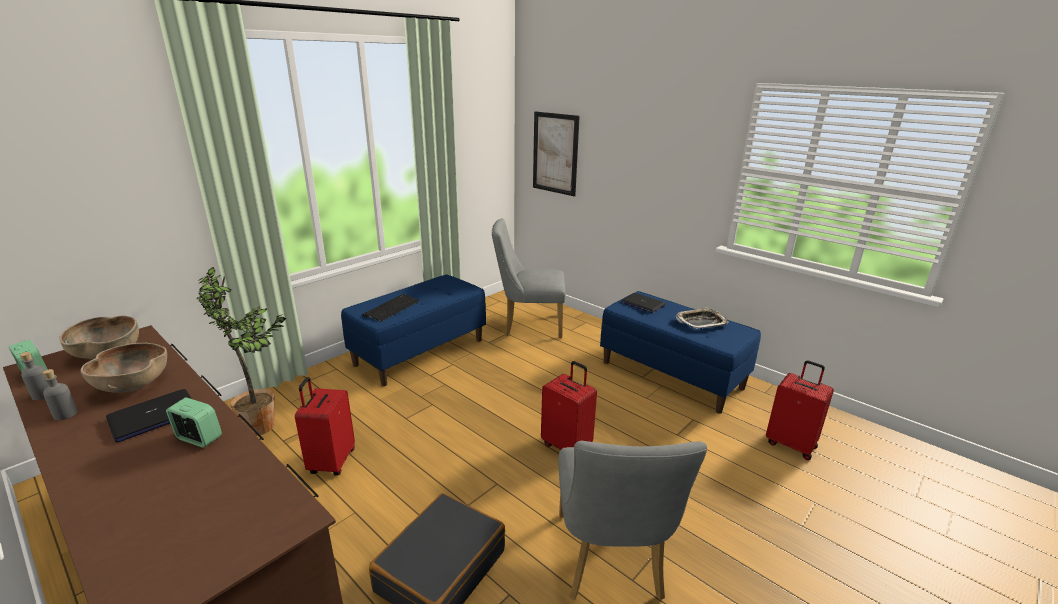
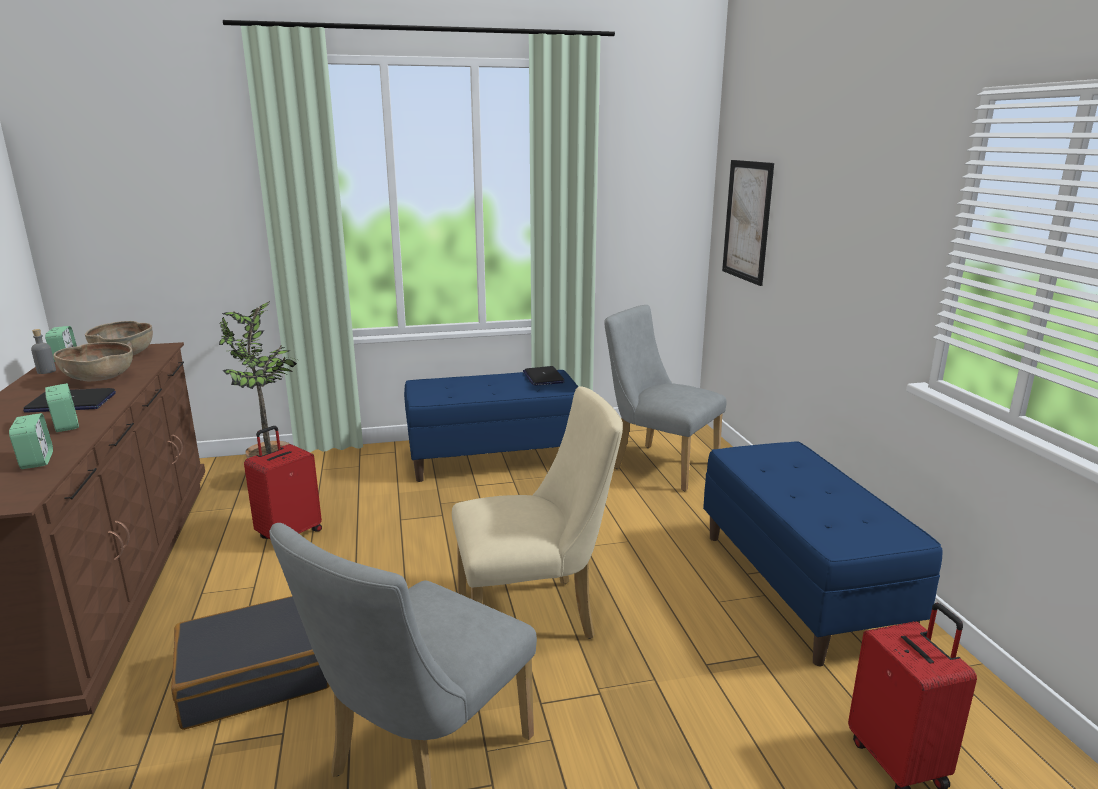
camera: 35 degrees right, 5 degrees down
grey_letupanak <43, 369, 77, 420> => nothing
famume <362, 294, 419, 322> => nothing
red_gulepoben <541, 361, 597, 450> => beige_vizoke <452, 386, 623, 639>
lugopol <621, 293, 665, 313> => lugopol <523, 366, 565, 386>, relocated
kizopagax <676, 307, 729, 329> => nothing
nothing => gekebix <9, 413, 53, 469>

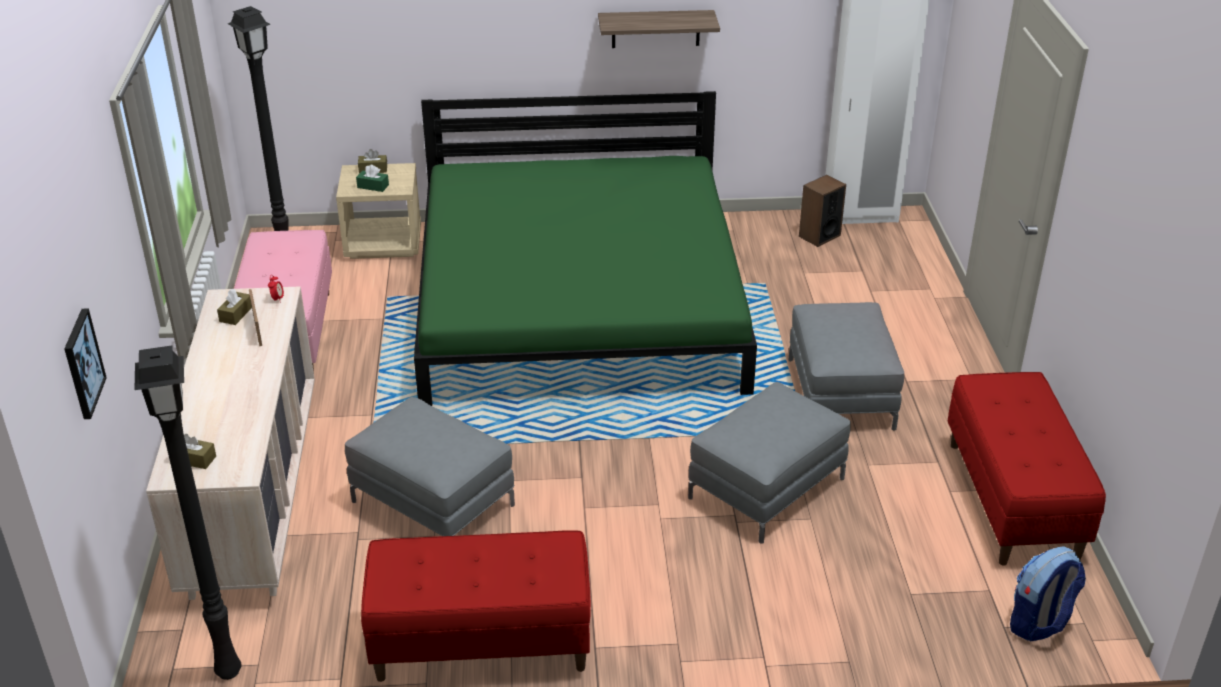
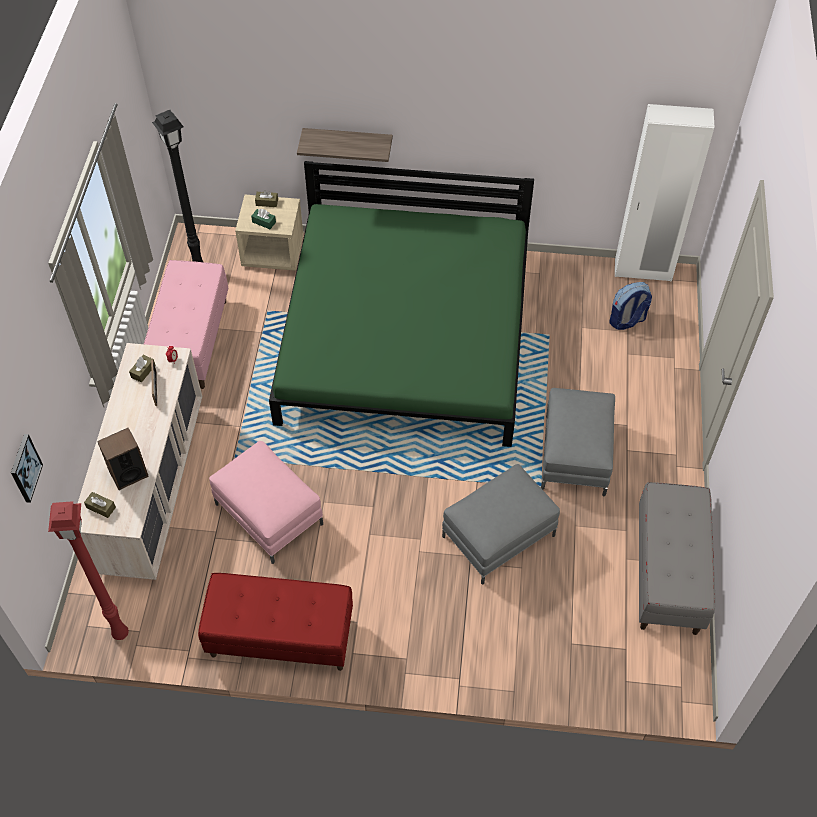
camera: 10 degrees right, 20 degrees up
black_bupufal <135, 346, 242, 680> => red_bupufal <48, 501, 129, 640>
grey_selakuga <345, 397, 515, 536> => pink_selakuga <209, 441, 323, 564>
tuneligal <598, 10, 720, 48> => tuneligal <297, 128, 393, 162>, relocated
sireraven <799, 175, 846, 247> => sireraven <97, 428, 149, 490>, relocated
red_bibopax <948, 372, 1106, 566> => grey_bibopax <639, 482, 716, 635>
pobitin <1010, 546, 1086, 641> => pobitin <609, 282, 652, 330>, relocated

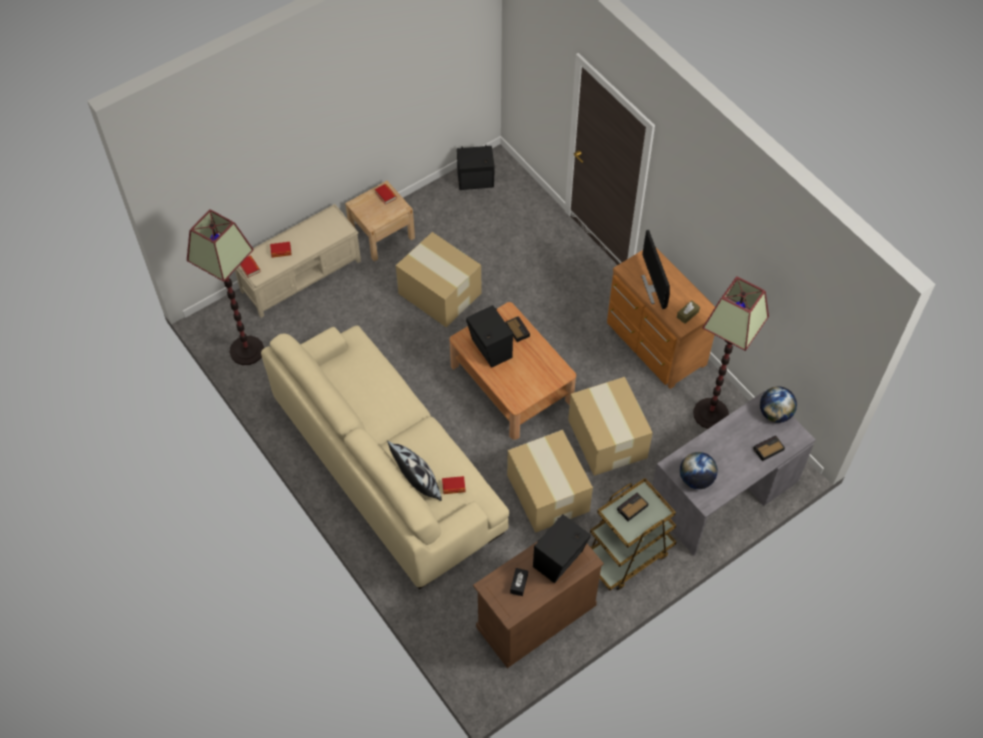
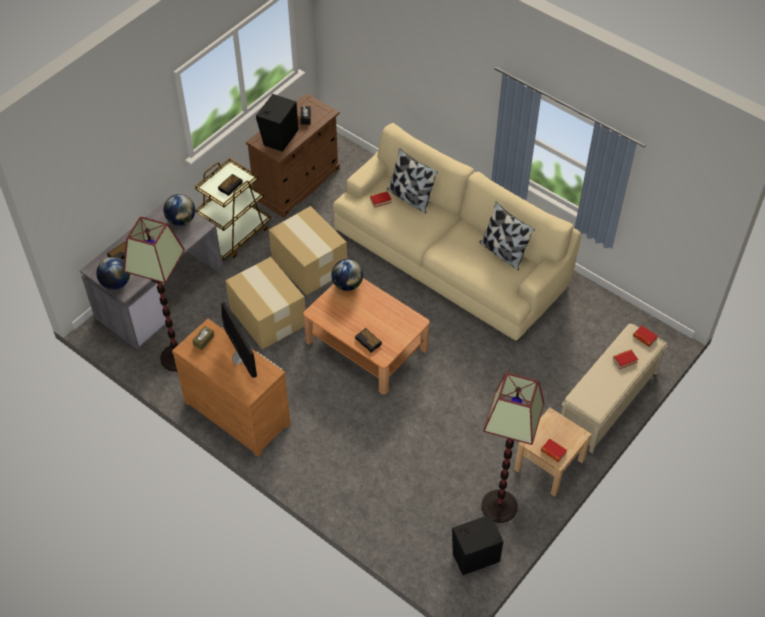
camera: 165 degrees right, 5 degrees down
bupufal <187, 209, 264, 365> => bupufal <481, 372, 544, 523>, relocated
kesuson <396, 232, 482, 327> => nothing
black_sireraven <466, 305, 513, 368> => nothing
nothing => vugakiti <331, 259, 363, 291>
nothing => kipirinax <480, 202, 535, 270>

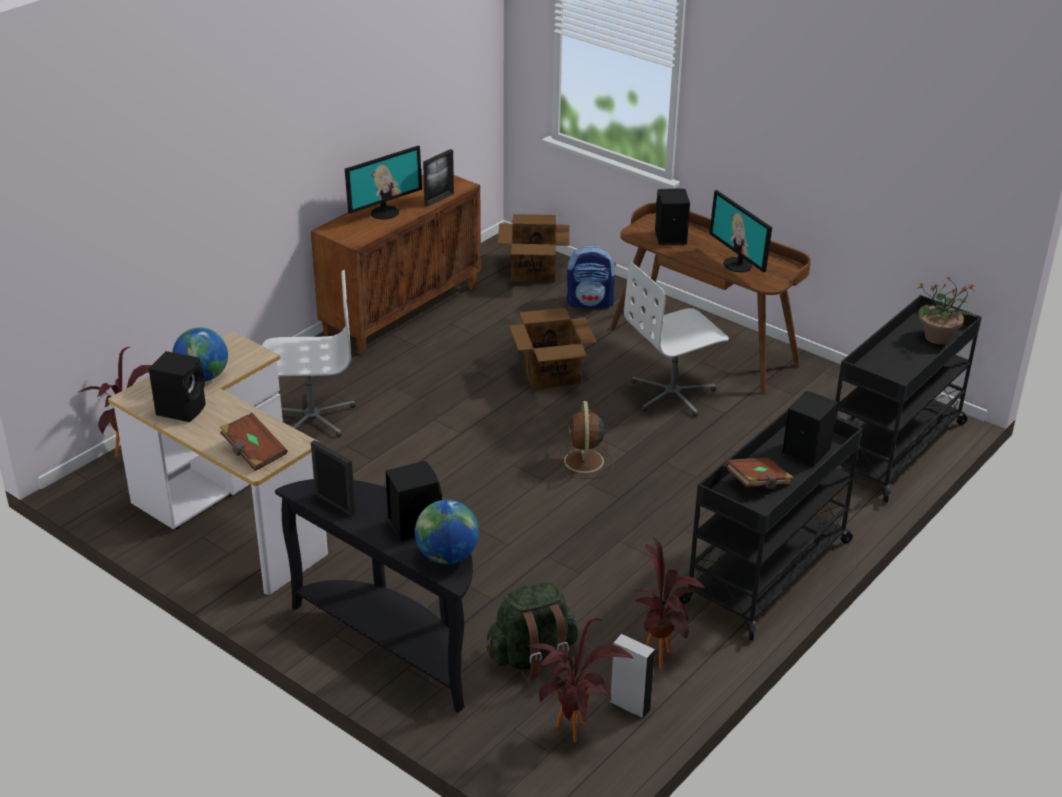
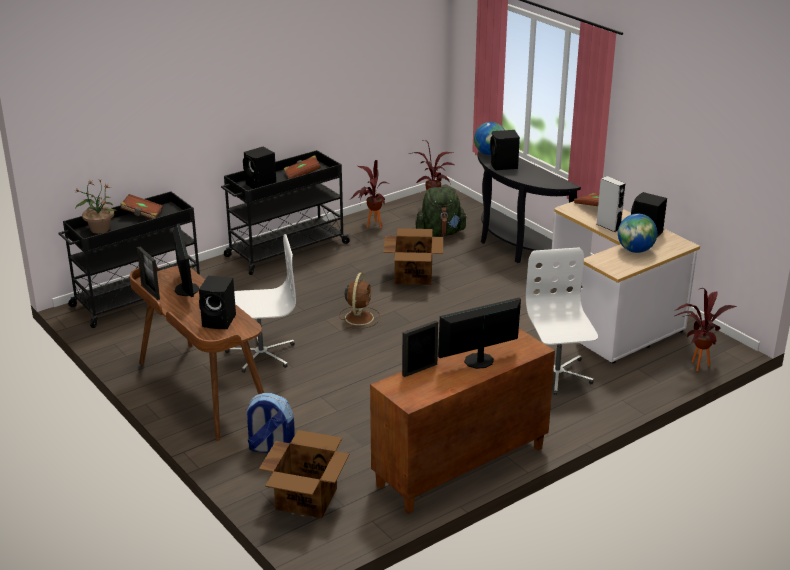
camera: 165 degrees left, 5 degrees down
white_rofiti <262, 270, 356, 437> => white_rofiti <526, 247, 598, 395>, 75 degrees clockwise
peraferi <311, 440, 356, 516> => peraferi <137, 247, 160, 300>, relocated
kesuson <509, 308, 597, 390> => kesuson <383, 228, 443, 285>, relocated
grey_sireraven <609, 634, 655, 719> => grey_sireraven <597, 176, 625, 232>, relocated
nothing => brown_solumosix <120, 194, 163, 219>

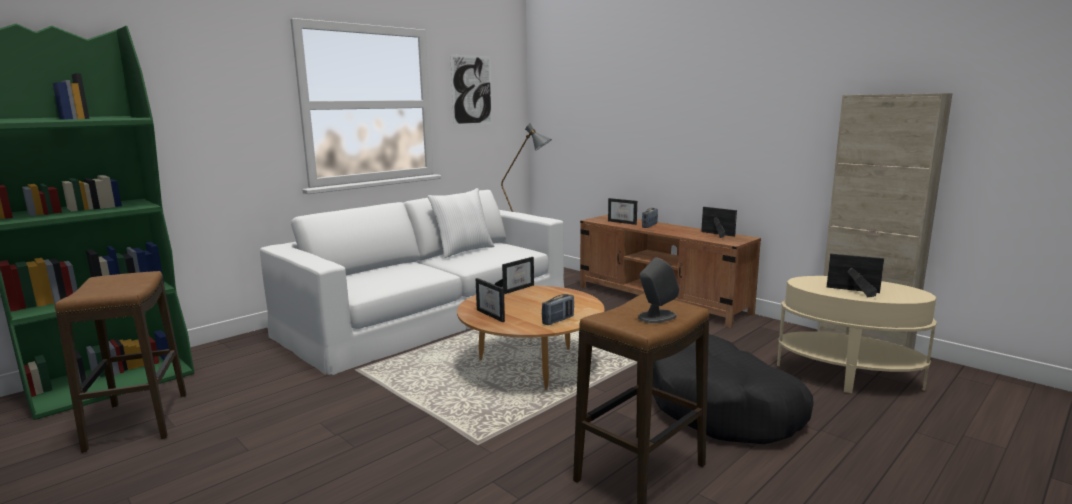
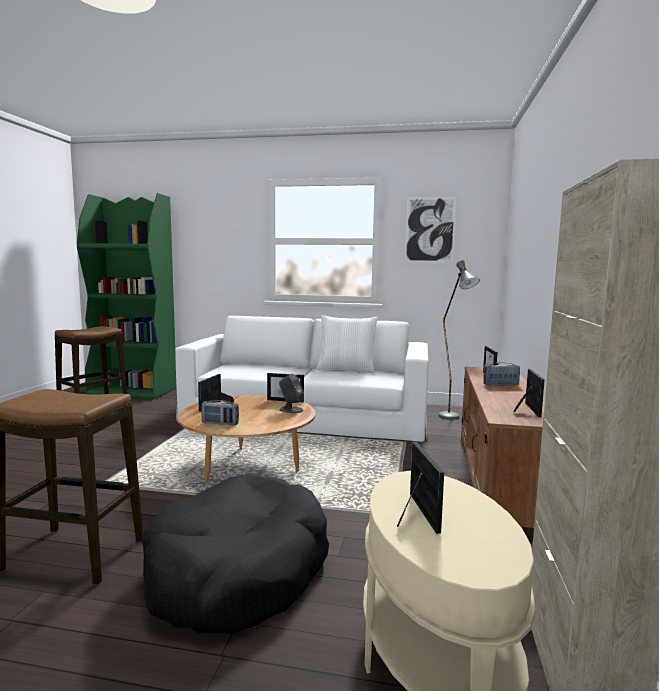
camera: 55 degrees right, 5 degrees down
grey_sireraven <638, 257, 679, 323> => grey_sireraven <279, 374, 304, 413>, relocated

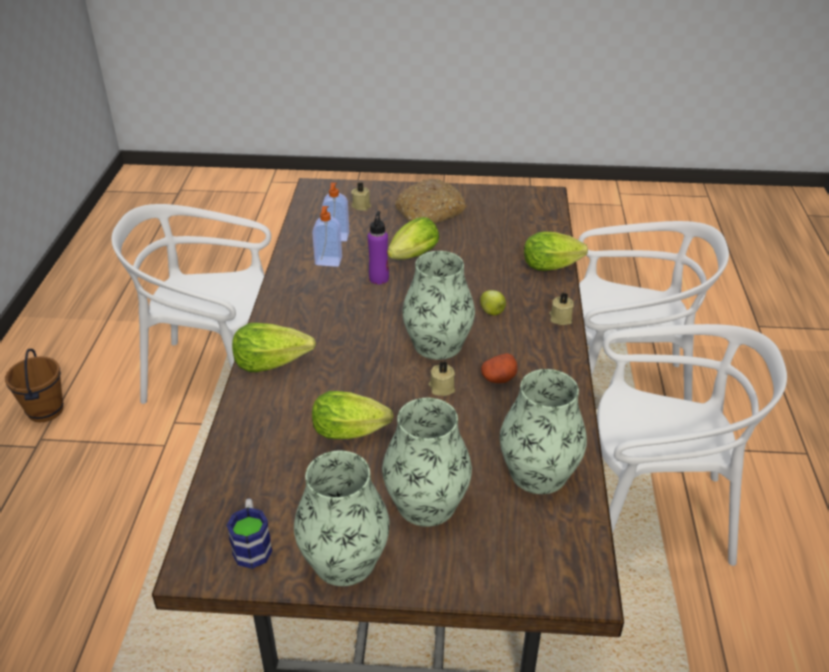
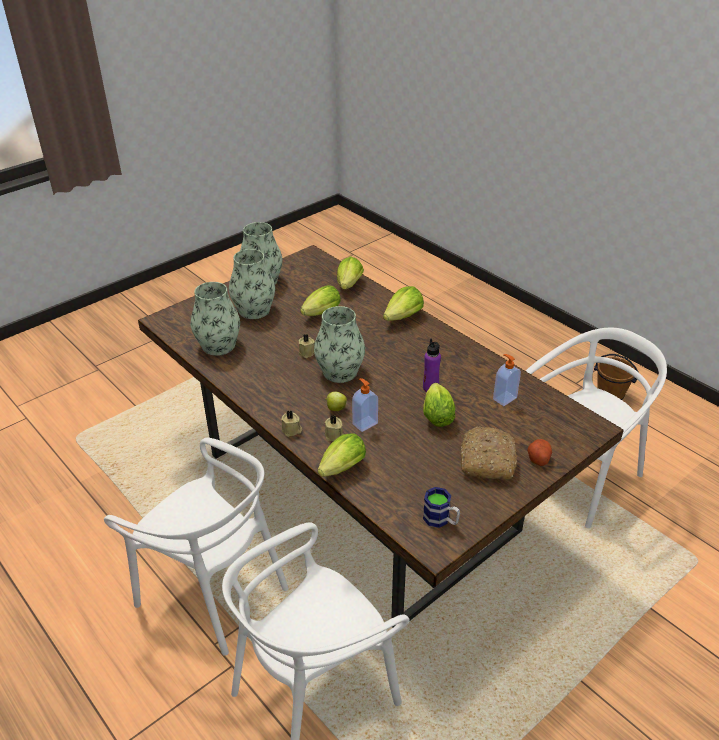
camera: 135 degrees right, 0 degrees up
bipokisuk <226, 498, 273, 569> => bipokisuk <423, 487, 460, 528>, relocated
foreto <312, 206, 342, 267> => foreto <352, 378, 378, 432>, relocated
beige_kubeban <351, 182, 371, 211> => beige_kubeban <325, 415, 344, 441>, relocated
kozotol <481, 353, 518, 383> => kozotol <527, 439, 552, 466>, relocated
white_vizoke <597, 324, 787, 566> => white_vizoke <104, 438, 288, 656>, 105 degrees counterclockwise
nothing => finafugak <337, 257, 364, 289>

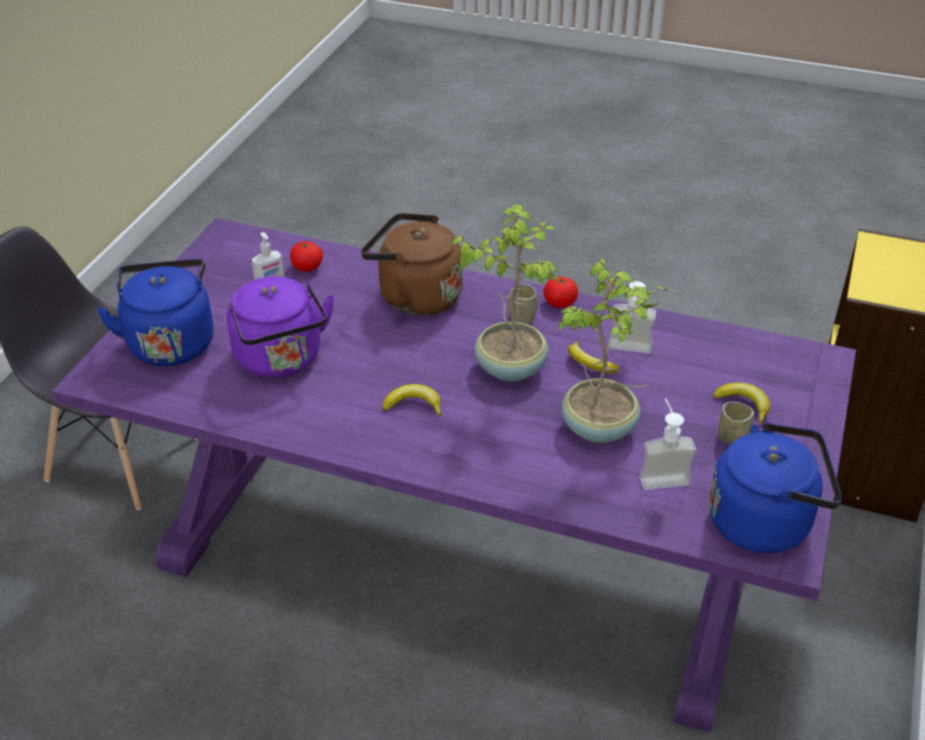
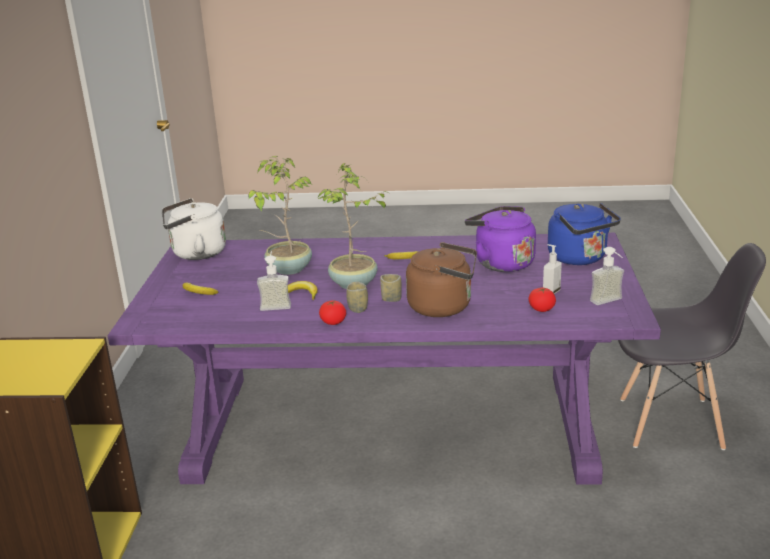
camera: 165 degrees right, 15 degrees down
foreto <639, 398, 696, 490> => foreto <590, 247, 624, 305>, relocated
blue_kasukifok <709, 423, 842, 553> => white_kasukifok <162, 198, 226, 260>
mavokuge <718, 402, 754, 445> => mavokuge <380, 274, 401, 302>, relocated

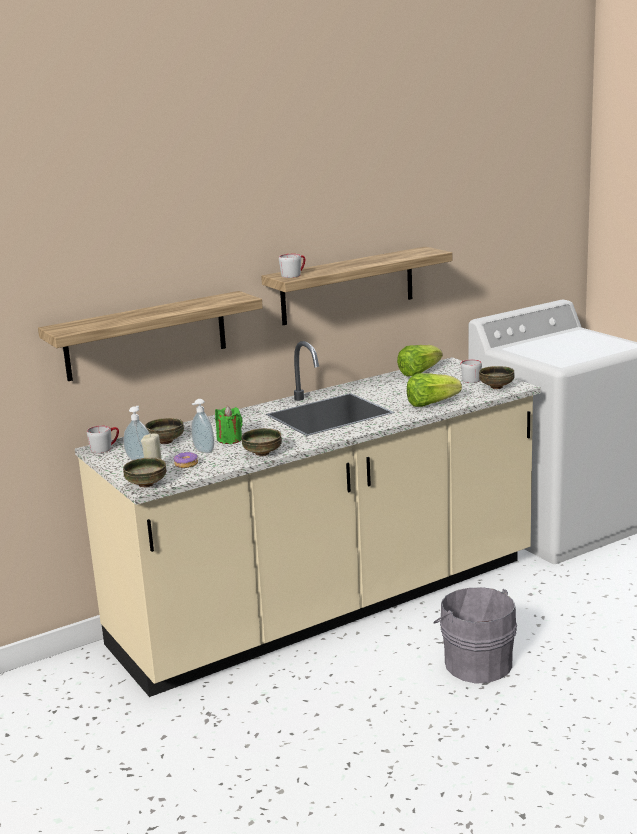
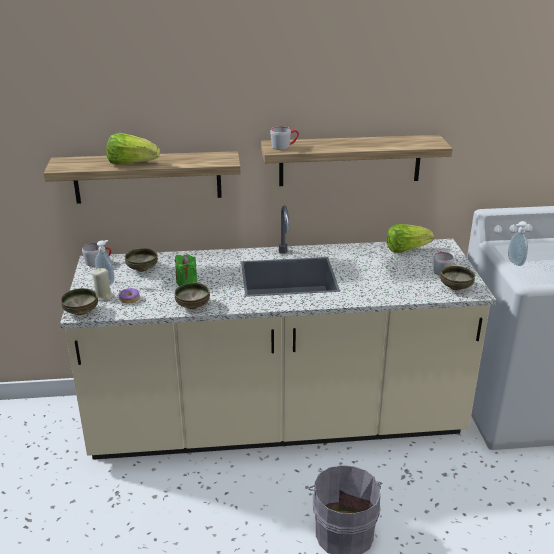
camera: 25 degrees right, 10 degrees up
foreto <191, 399, 214, 453> => foreto <508, 221, 528, 266>, relocated
finafugak <407, 373, 462, 407> => finafugak <106, 133, 160, 165>, relocated

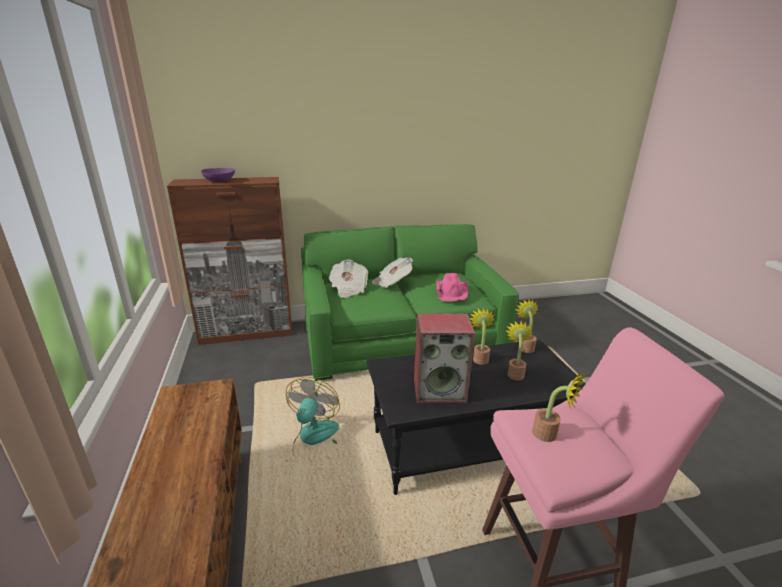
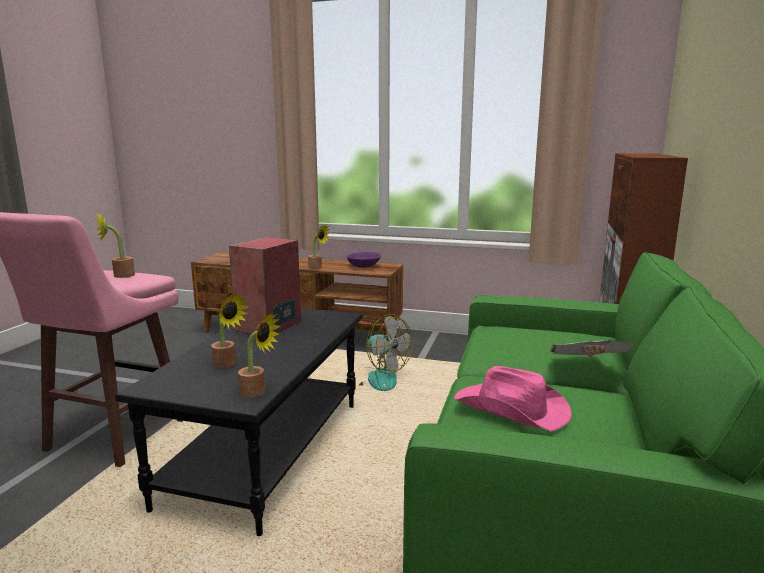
camera: 120 degrees right, 10 degrees down
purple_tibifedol <201, 168, 235, 182> => purple_tibifedol <347, 252, 381, 268>, relocated
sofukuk <329, 260, 368, 298> => nothing
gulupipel <469, 308, 495, 365> => gulupipel <308, 224, 330, 269>, relocated

